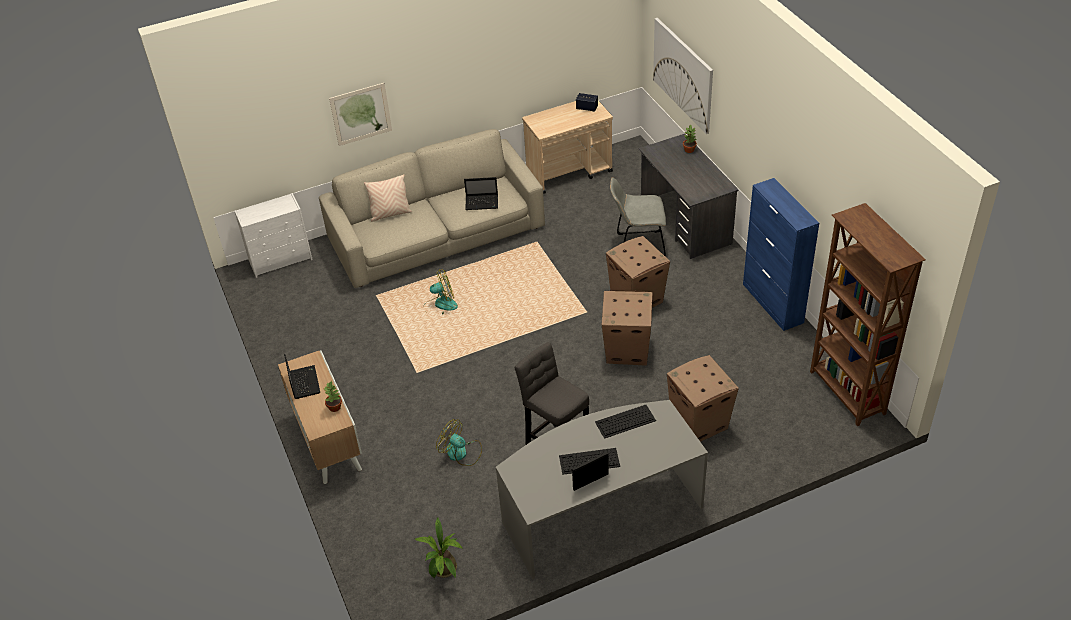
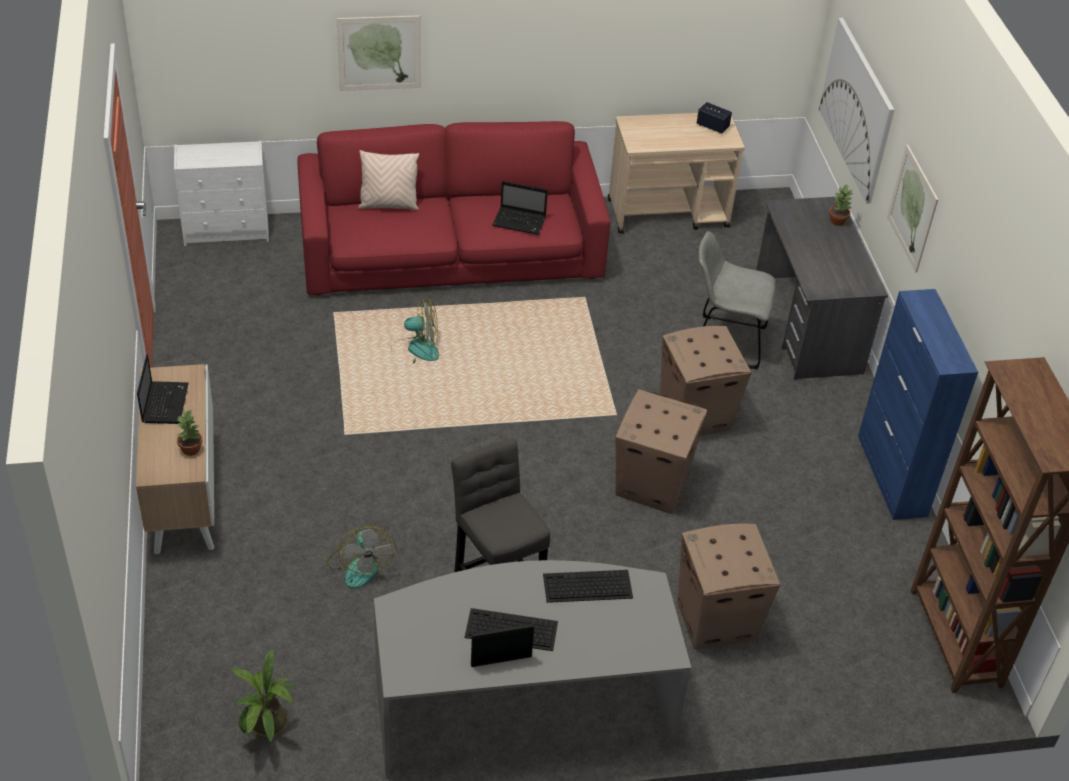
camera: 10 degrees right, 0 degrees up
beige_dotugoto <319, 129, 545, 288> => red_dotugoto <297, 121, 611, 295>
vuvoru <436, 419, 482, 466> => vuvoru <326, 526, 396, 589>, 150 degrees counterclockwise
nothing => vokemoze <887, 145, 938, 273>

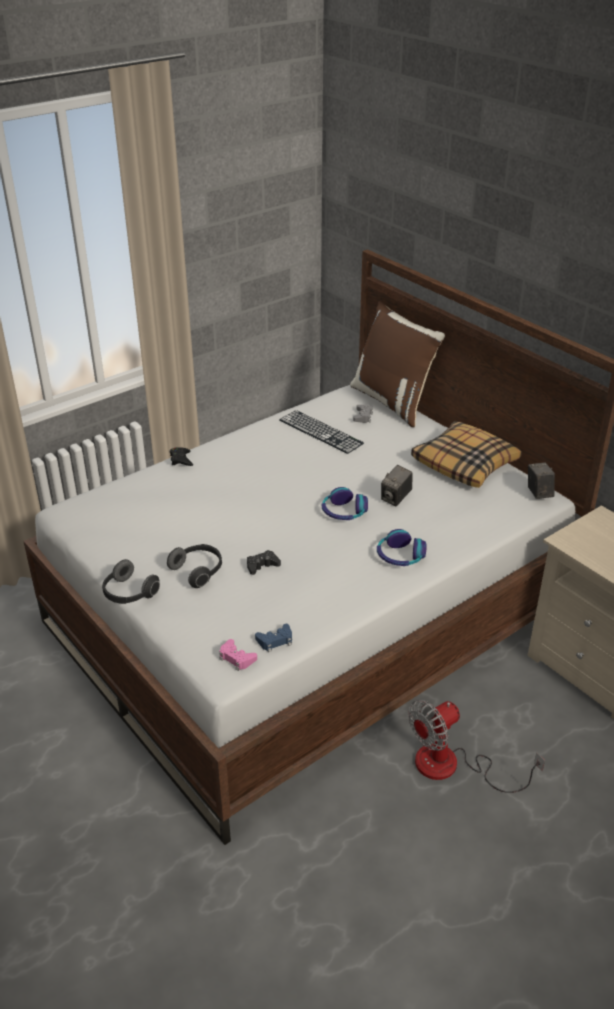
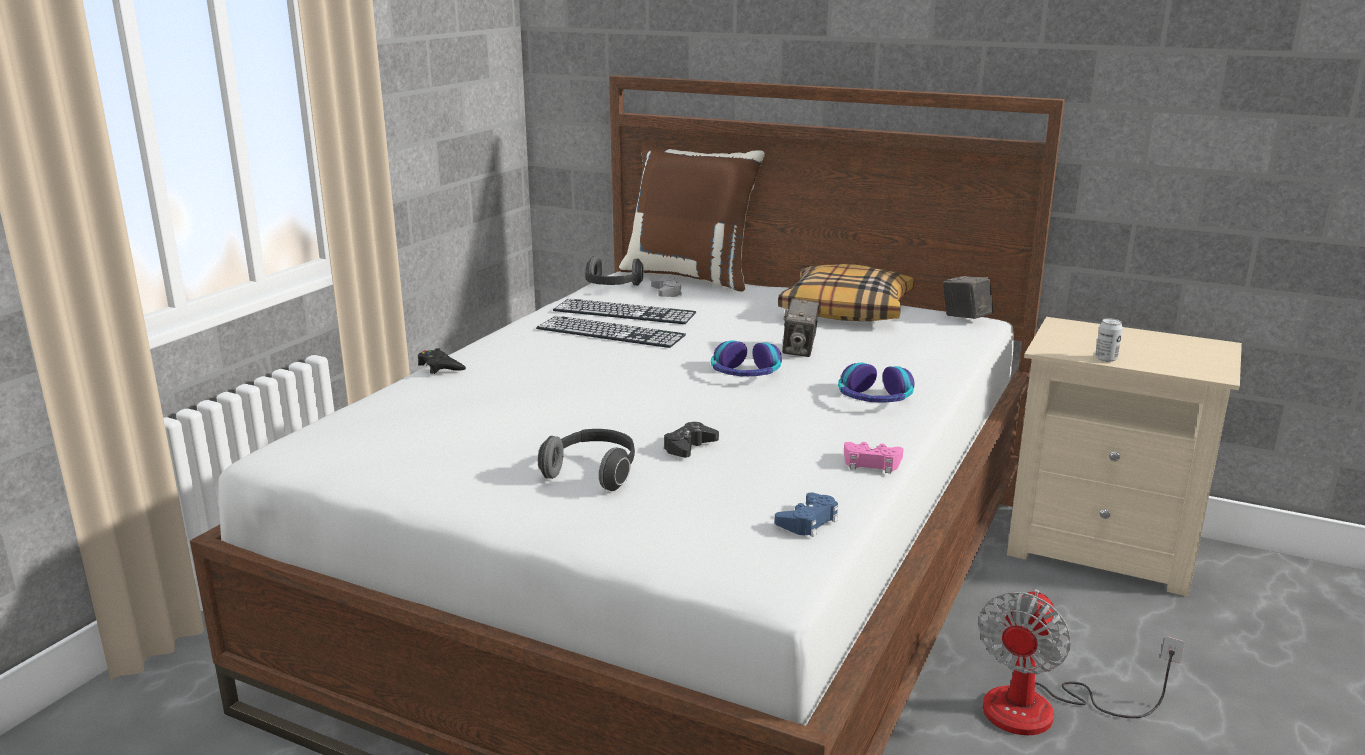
camera: 25 degrees left, 15 degrees down
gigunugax <102, 559, 160, 604> => gigunugax <585, 256, 644, 286>, relocated
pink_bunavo <219, 639, 257, 671> => pink_bunavo <844, 442, 903, 473>, relocated
nothing => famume <536, 316, 686, 348>
nothing => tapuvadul <1095, 318, 1123, 362>

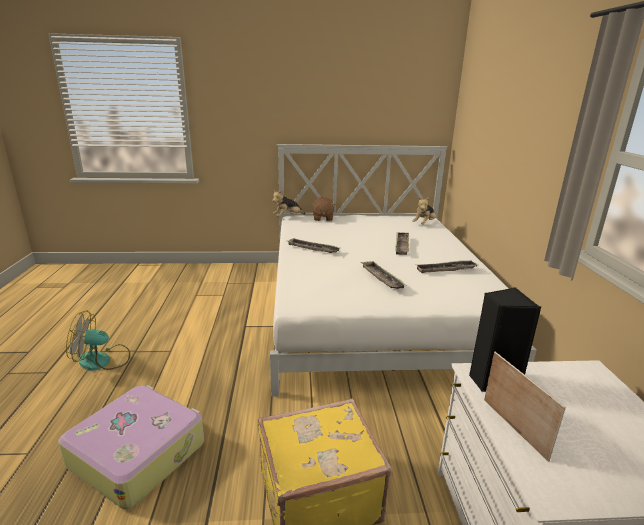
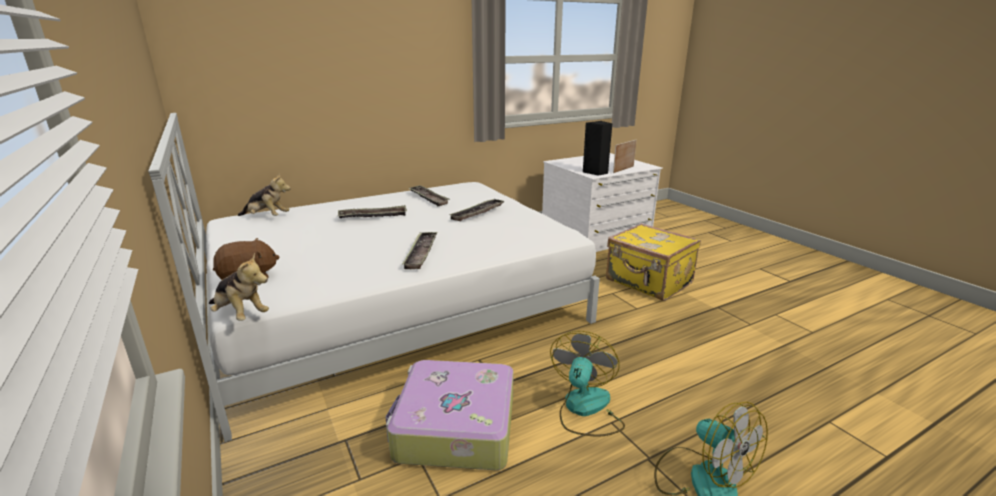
camera: 115 degrees left, 0 degrees up
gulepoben <58, 385, 204, 509> => gulepoben <386, 360, 514, 470>, relocated
nothing => vuvoru <550, 331, 625, 437>

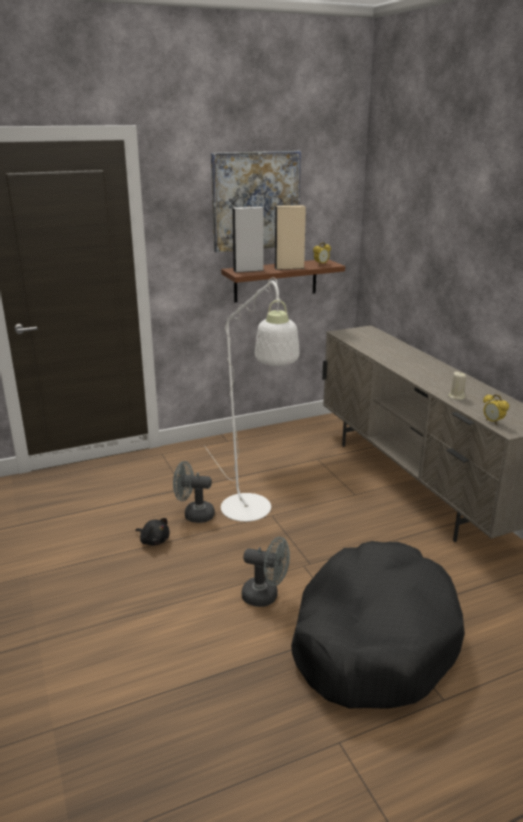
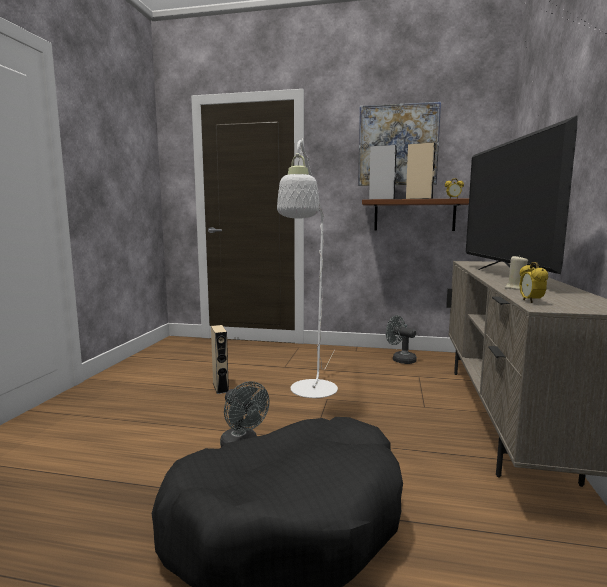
camera: 35 degrees right, 15 degrees down
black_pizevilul <136, 518, 170, 546> => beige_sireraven <211, 325, 229, 394>
grey_vuvoru <173, 461, 215, 523> => grey_vuvoru <386, 315, 417, 364>, relocated
nothing => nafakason <466, 115, 578, 274>

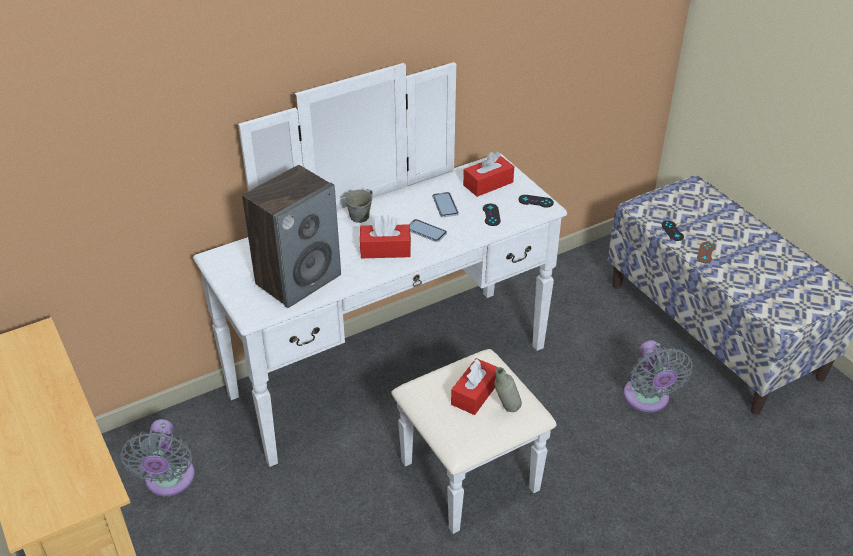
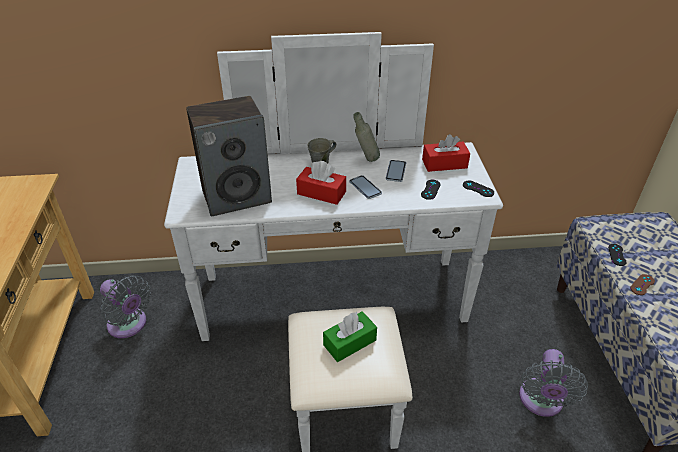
camera: 25 degrees right, 0 degrees up
grey_vuvoru <120, 419, 195, 496> => grey_vuvoru <100, 275, 151, 338>, 75 degrees counterclockwise
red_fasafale <451, 358, 498, 415> => green_fasafale <323, 311, 377, 362>
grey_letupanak <494, 367, 522, 412> => grey_letupanak <353, 112, 380, 162>, relocated

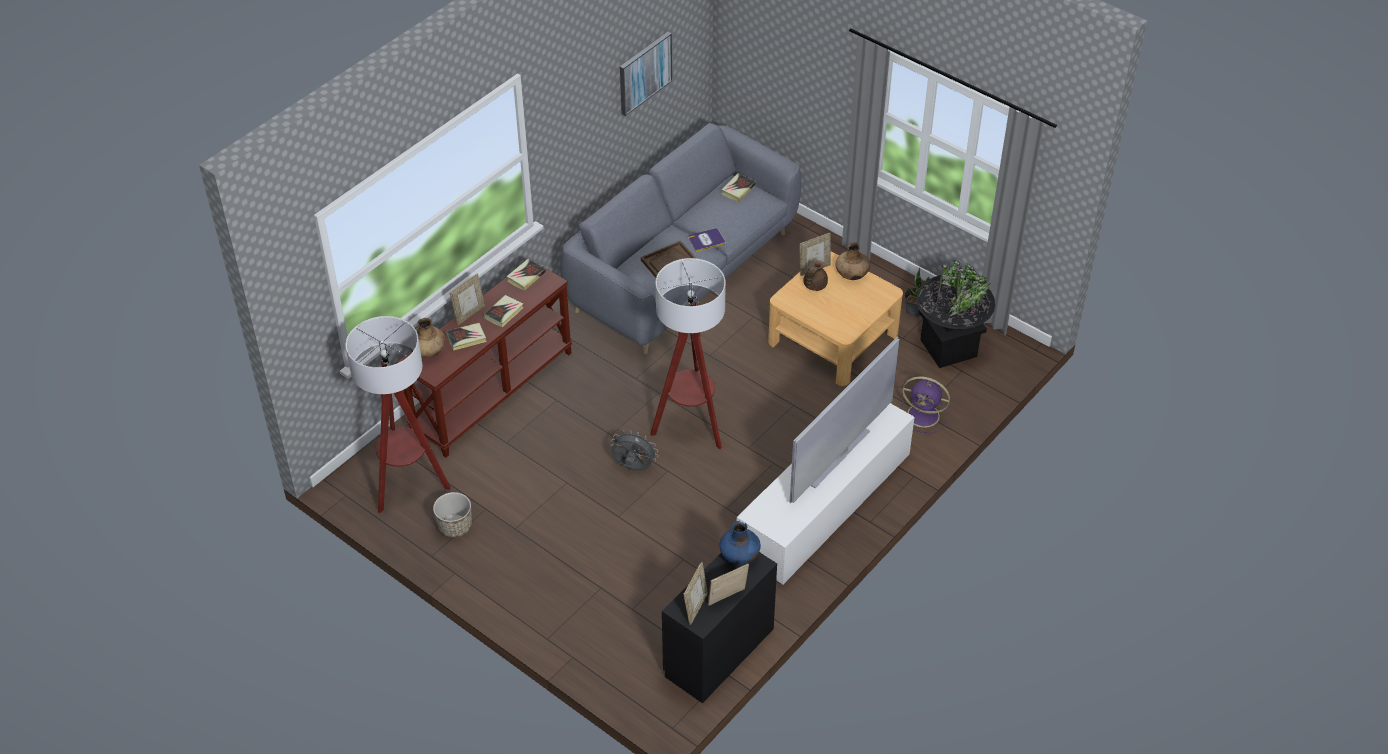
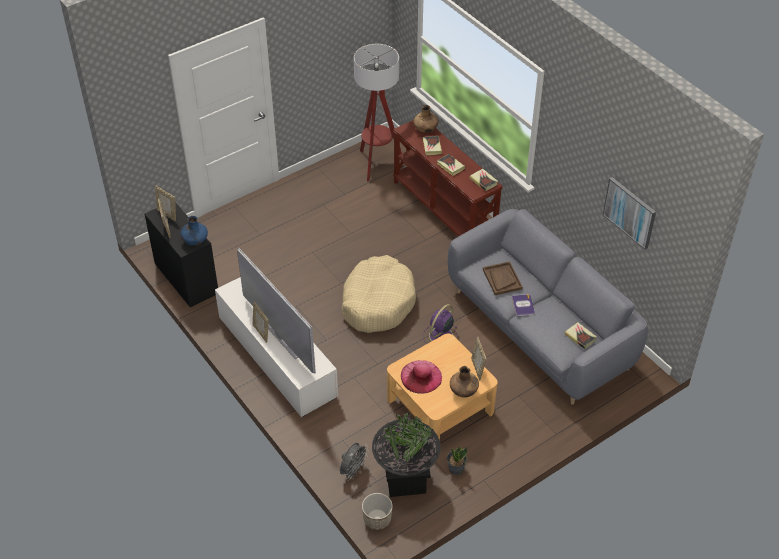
camera: 105 degrees right, 0 degrees up
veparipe <433, 492, 472, 538> => veparipe <362, 493, 393, 530>, relocated
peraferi <450, 274, 485, 325> => peraferi <252, 302, 269, 343>, relocated
grey_vuvoru <611, 430, 658, 471> => grey_vuvoru <340, 443, 369, 481>, relocated
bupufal <650, 258, 726, 449> => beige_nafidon <342, 255, 416, 333>
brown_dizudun <803, 260, 828, 291> => nothing
purple_vuvoru <901, 376, 950, 433> => purple_vuvoru <423, 304, 457, 343>, relocated
nothing => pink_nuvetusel <401, 360, 442, 394>

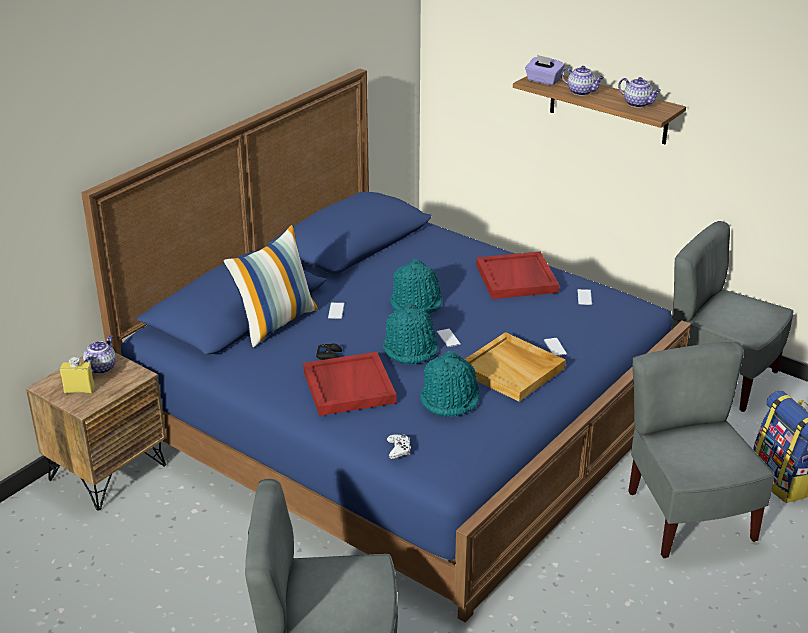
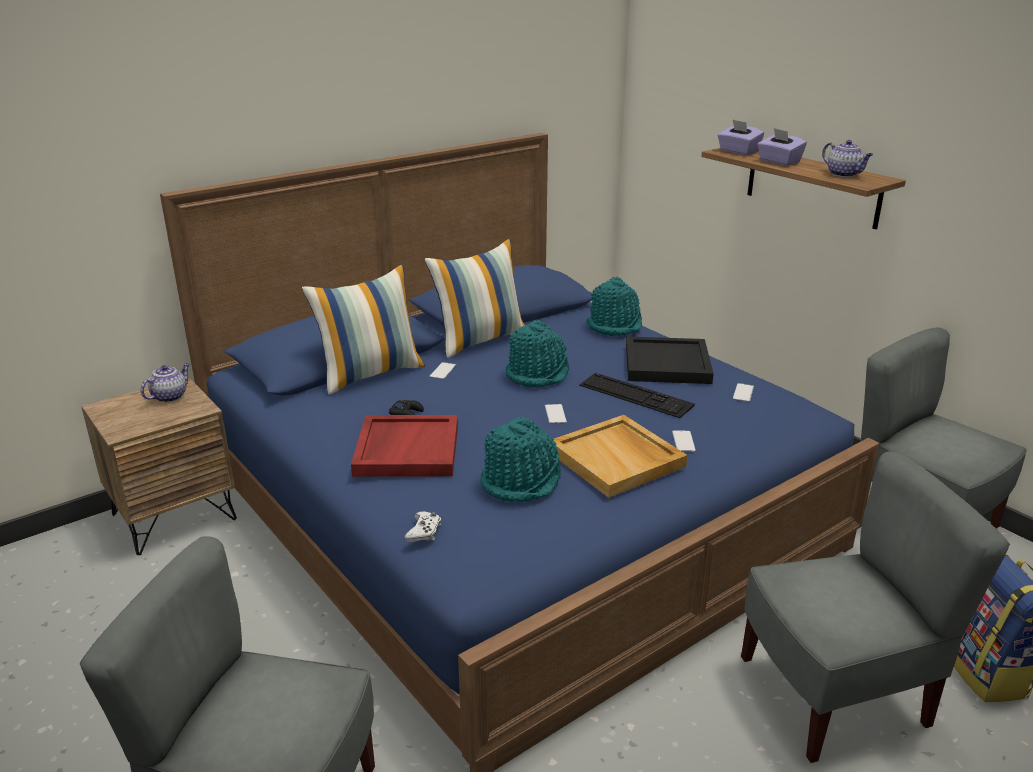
camera: 15 degrees right, 5 degrees down
yellow_letupanak <60, 357, 95, 394> => nothing
turquoise_nuvetusel <382, 303, 438, 364> => turquoise_nuvetusel <587, 276, 642, 336>, relocated
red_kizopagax <476, 252, 559, 299> => black_kizopagax <626, 336, 714, 384>
dizudun <561, 66, 604, 96> => purple_fasafale <757, 128, 807, 166>
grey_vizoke <628, 342, 775, 558> => grey_vizoke <741, 451, 1010, 763>, 75 degrees clockwise
nothing => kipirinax <424, 239, 525, 359>
nothing => famume <579, 373, 695, 418>

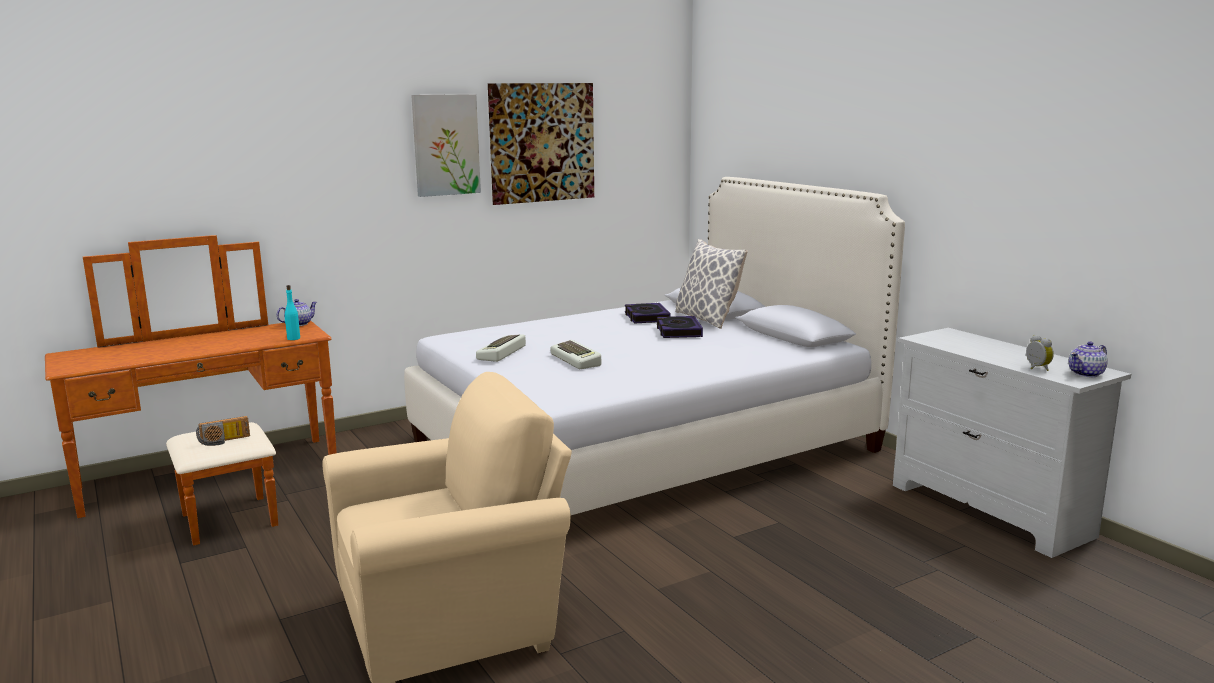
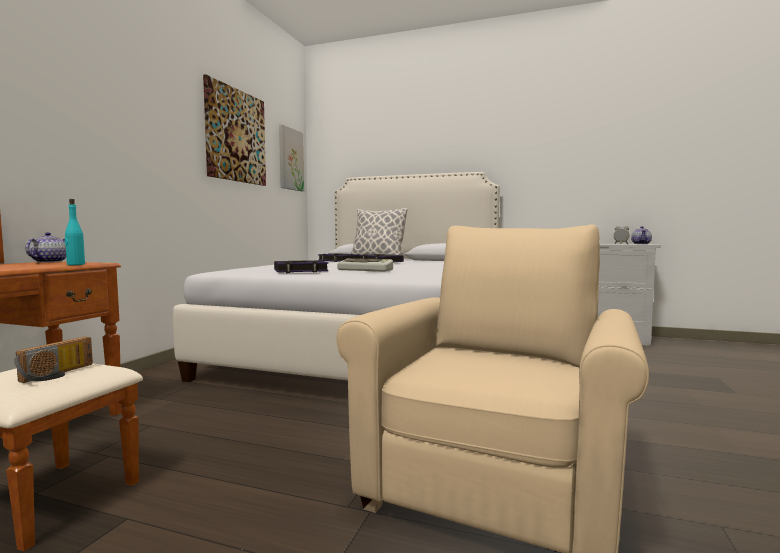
camera: 40 degrees left, 10 degrees down
vokemoze <411, 94, 481, 197> => vokemoze <279, 125, 304, 191>, relocated
famume <476, 334, 526, 362> => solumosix <274, 260, 328, 273>

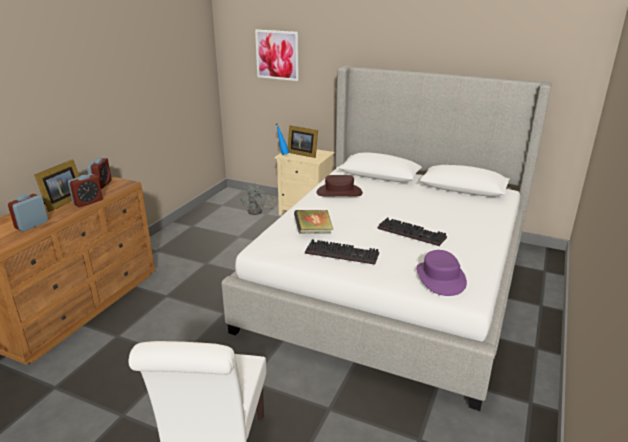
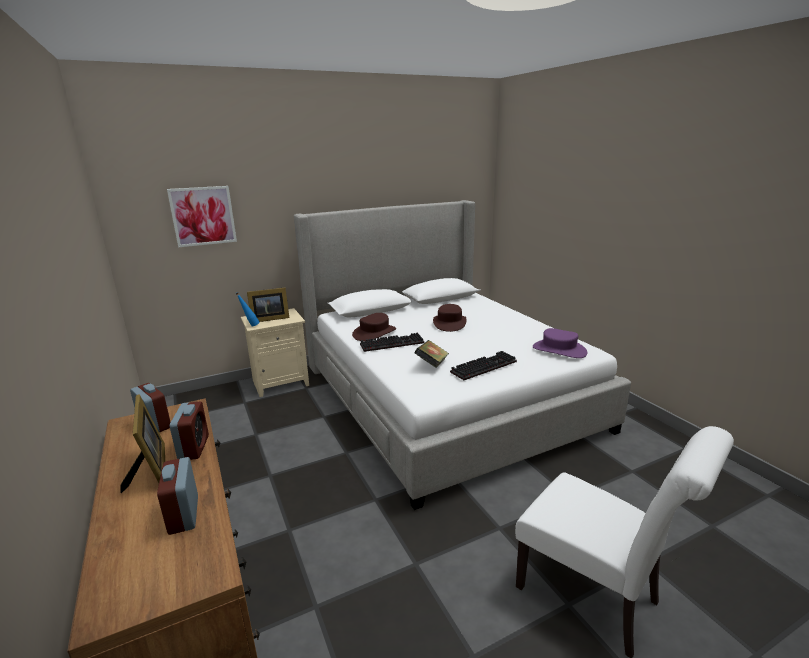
camera: 50 degrees left, 5 degrees down
grey_vuvoru <240, 183, 276, 215> => nothing
famume <377, 218, 447, 246> => famume <360, 333, 424, 352>, relocated
nothing => brown_nuvetusel <433, 304, 467, 332>

